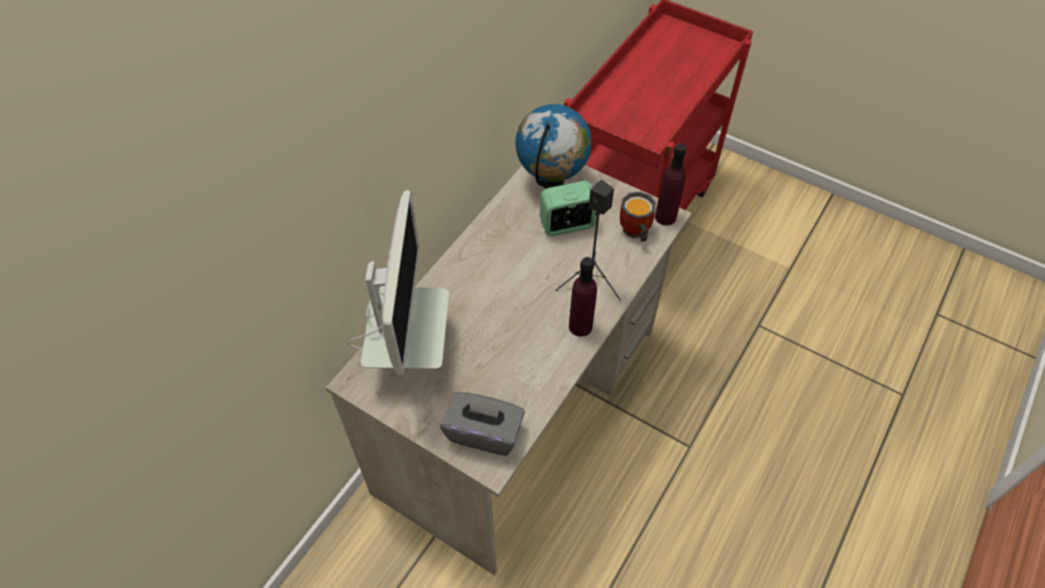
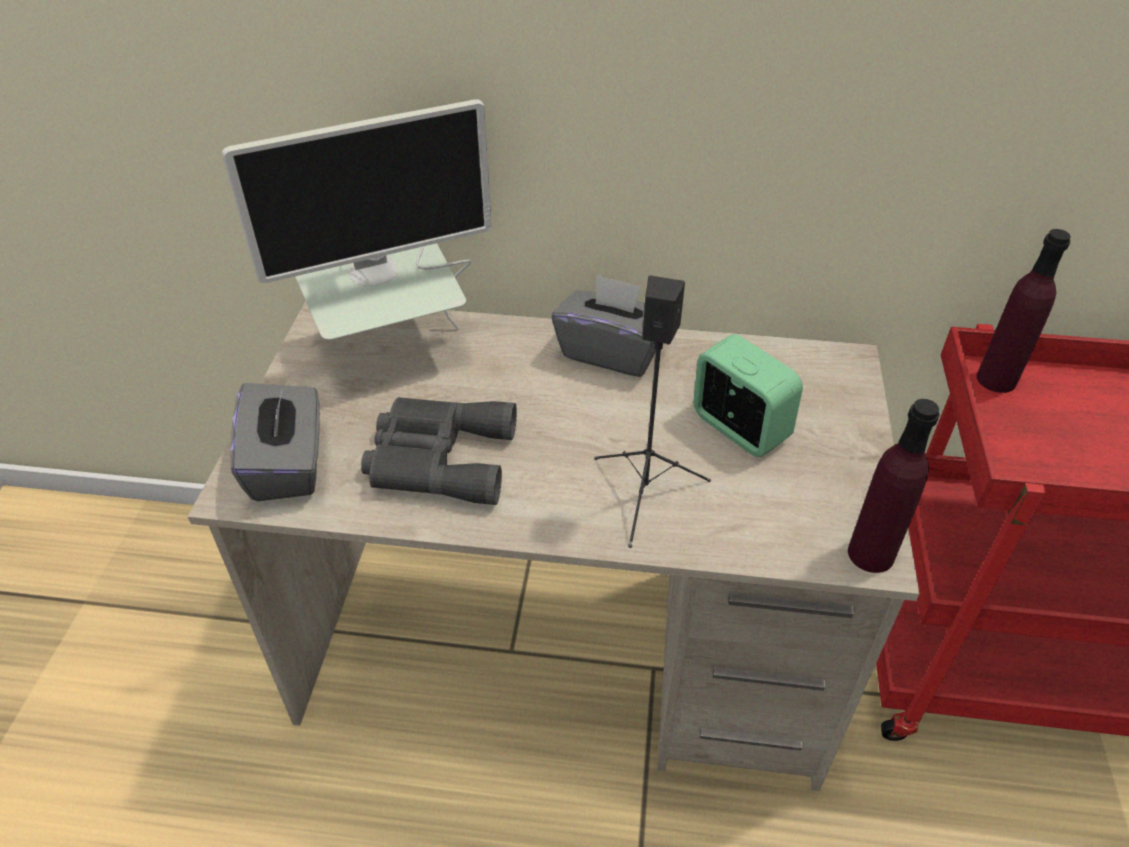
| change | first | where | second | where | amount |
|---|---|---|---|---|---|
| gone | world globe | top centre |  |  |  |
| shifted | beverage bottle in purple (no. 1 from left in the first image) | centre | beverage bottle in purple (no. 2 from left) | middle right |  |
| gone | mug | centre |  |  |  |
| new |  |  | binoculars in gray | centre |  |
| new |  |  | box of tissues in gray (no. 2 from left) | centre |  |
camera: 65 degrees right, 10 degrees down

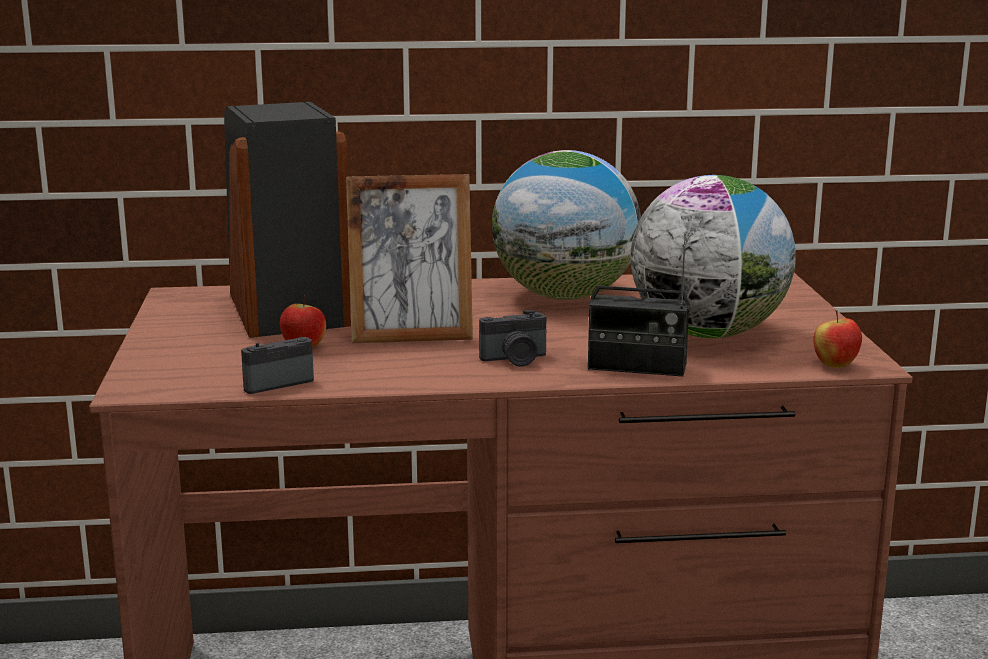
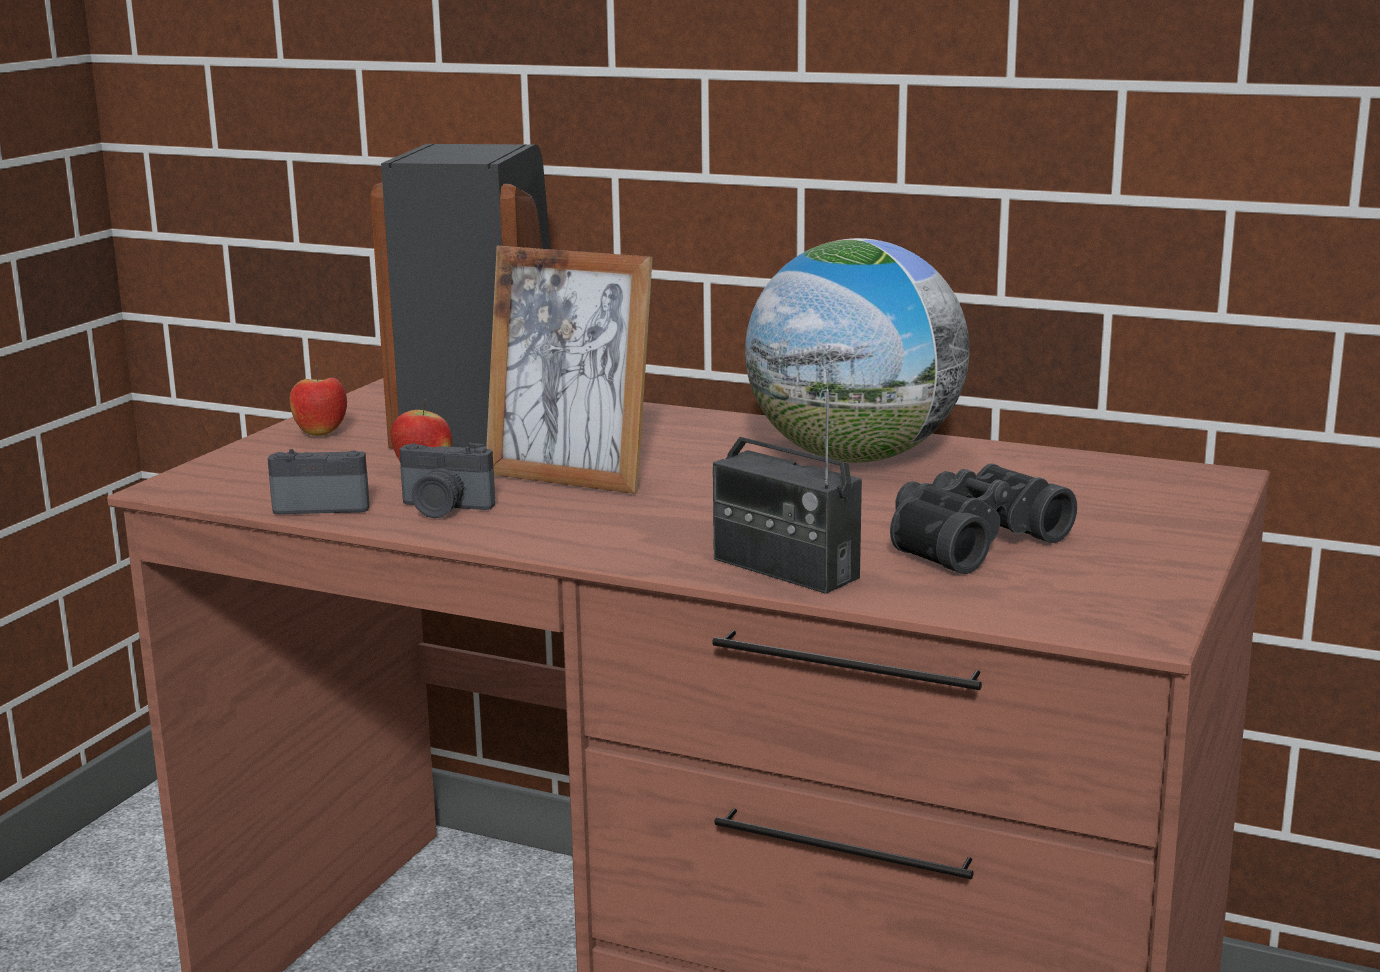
| change | first | where | second | where | amount |
|---|---|---|---|---|---|
| shifted | photo camera (no. 2 from left) | centre |  | middle left |  |
| swapped | world globe (no. 2 from left) | middle right | binoculars in black | middle right |  |
| shifted | apple fruit (no. 2 from left in the first image) | middle right | apple fruit (no. 1 from left) | middle left |  |
camera: 30 degrees right, 0 degrees up

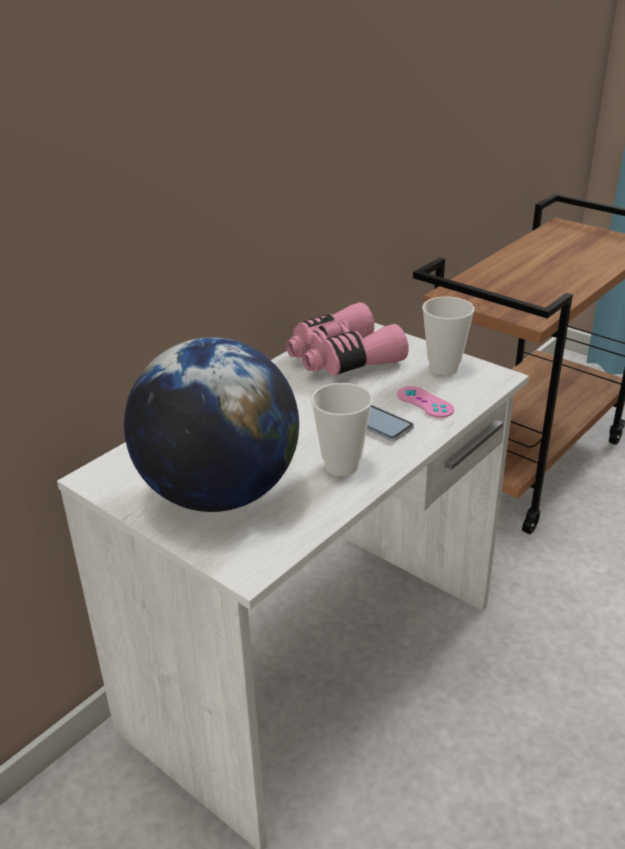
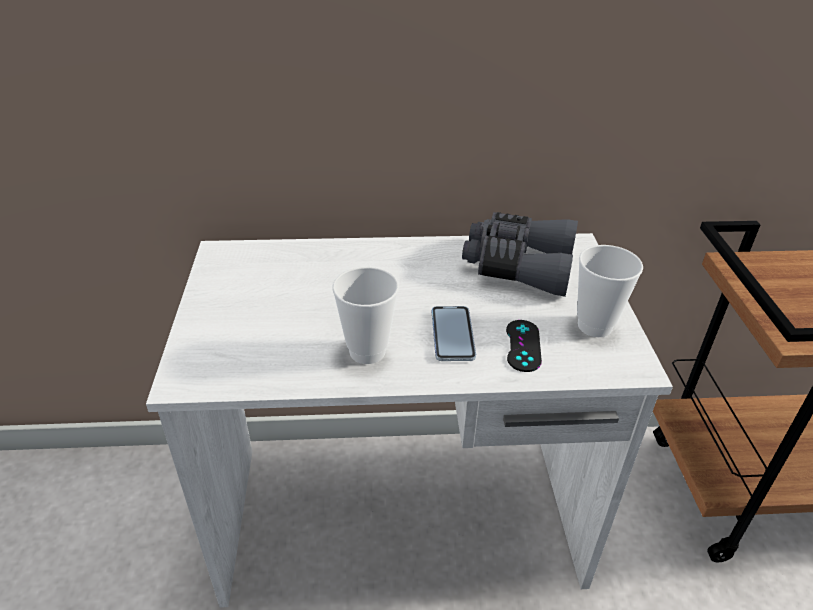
| change | first | where | second | where | amount |
|---|---|---|---|---|---|
| gone | world globe | centre |  |  |  |
| repainted | binoculars in pink | centre | binoculars in gray | centre |  |
| repainted | game controller in pink | middle right | game controller in black | centre |  |
camera: 45 degrees right, 5 degrees up

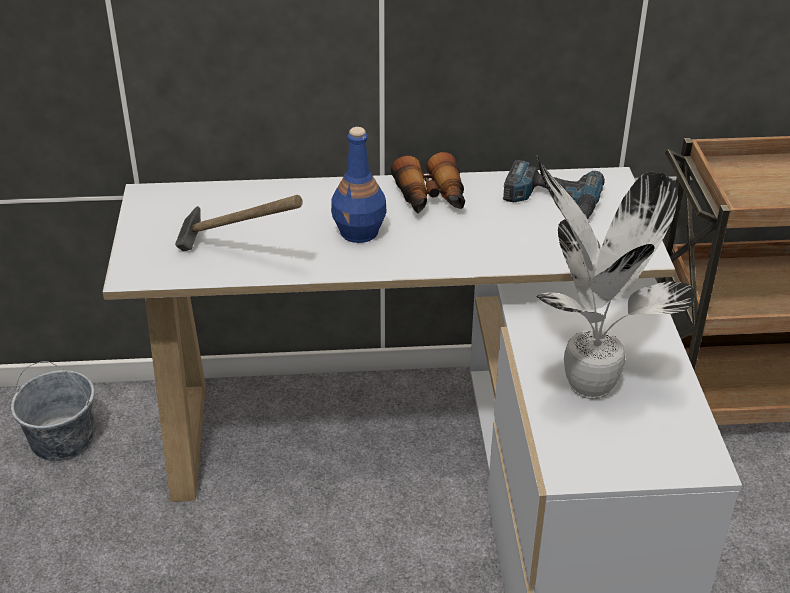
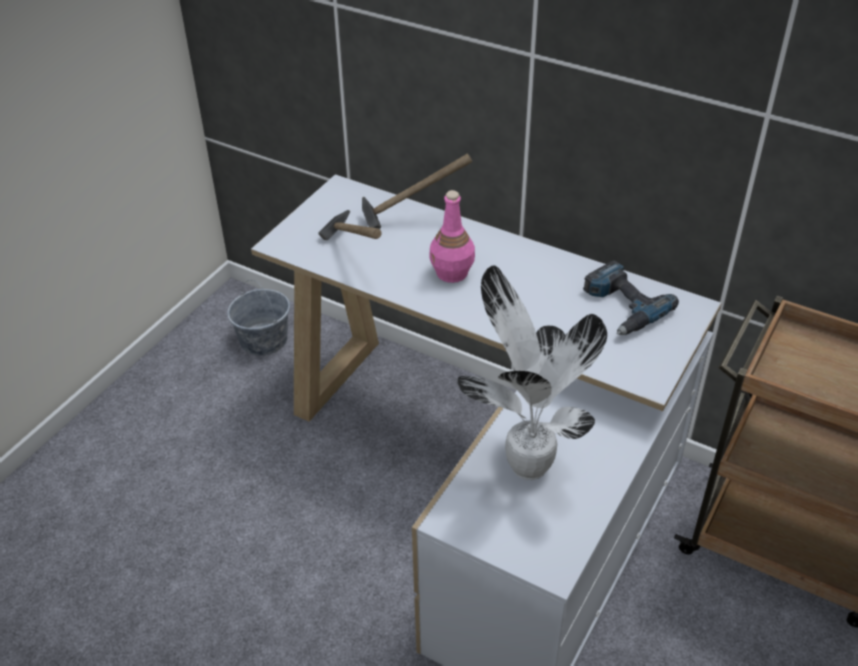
| change | first | where | second | where | amount |
|---|---|---|---|---|---|
| repainted | beverage bottle in bluish | top centre | beverage bottle in pink | centre |  |
| gone | binoculars | top centre |  |  |  |
| new |  |  | hammer (no. 2 from left) | top centre |  |
camera: 35 degrees right, 5 degrees up

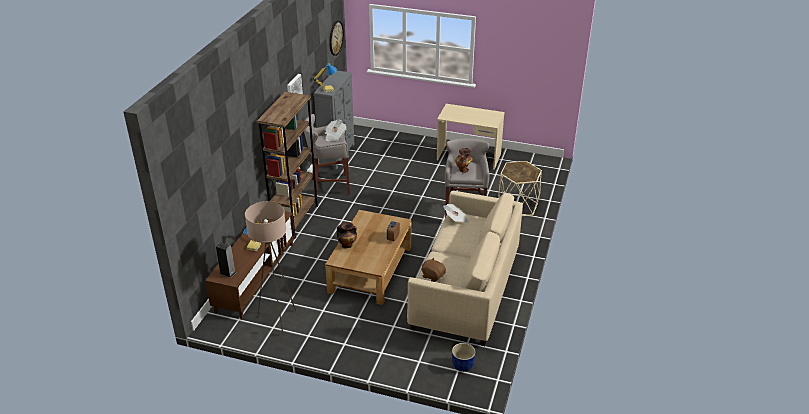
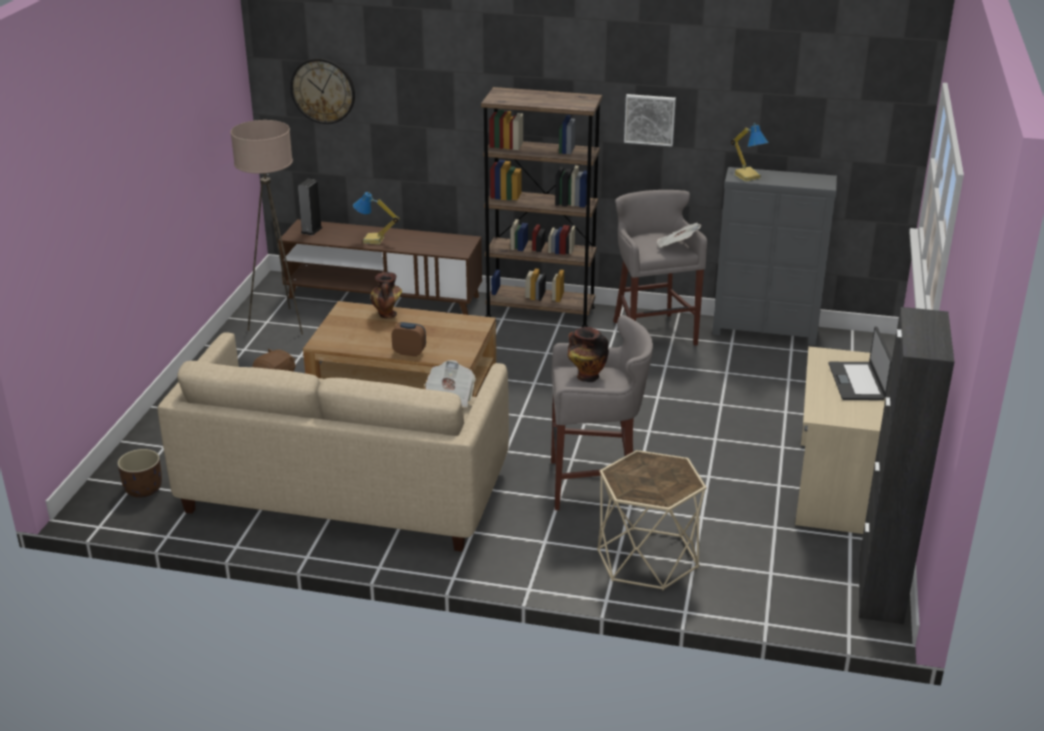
| change | first | where | second | where | amount |
|---|---|---|---|---|---|
| shifted | hanging clock | top centre |  | top left |  |
| repainted | planter in bluish | bottom centre | planter in brownish | middle left |  |
| new |  |  | laptop | middle right |  |
| new |  |  | cabinet in black | middle right |  |
camera: 85 degrees right, 5 degrees down

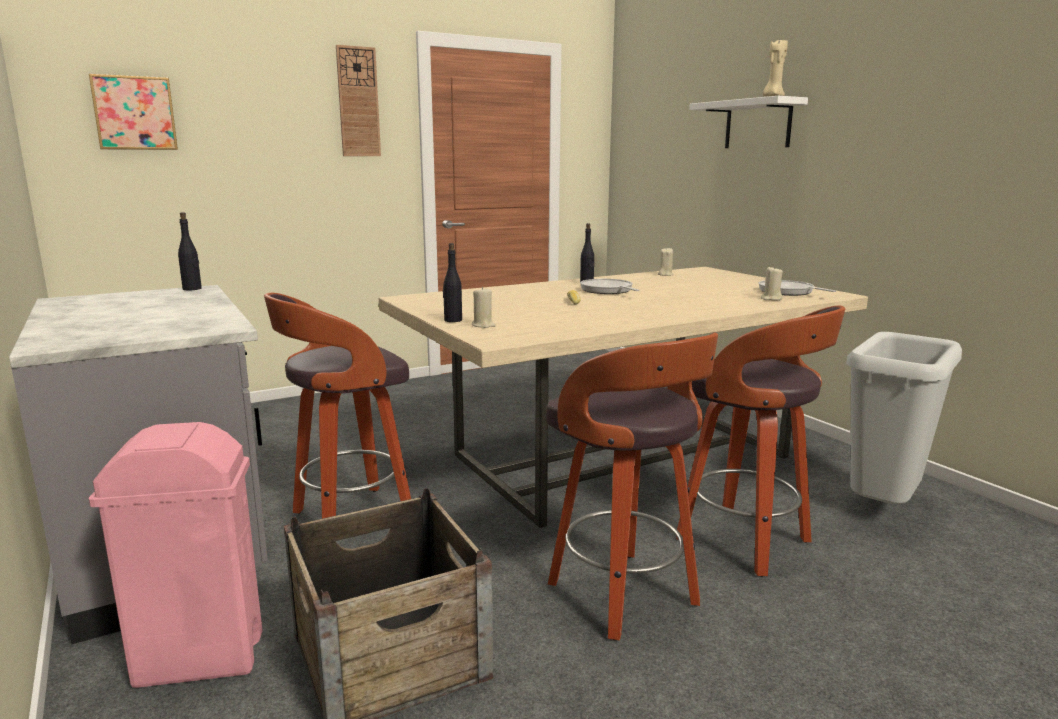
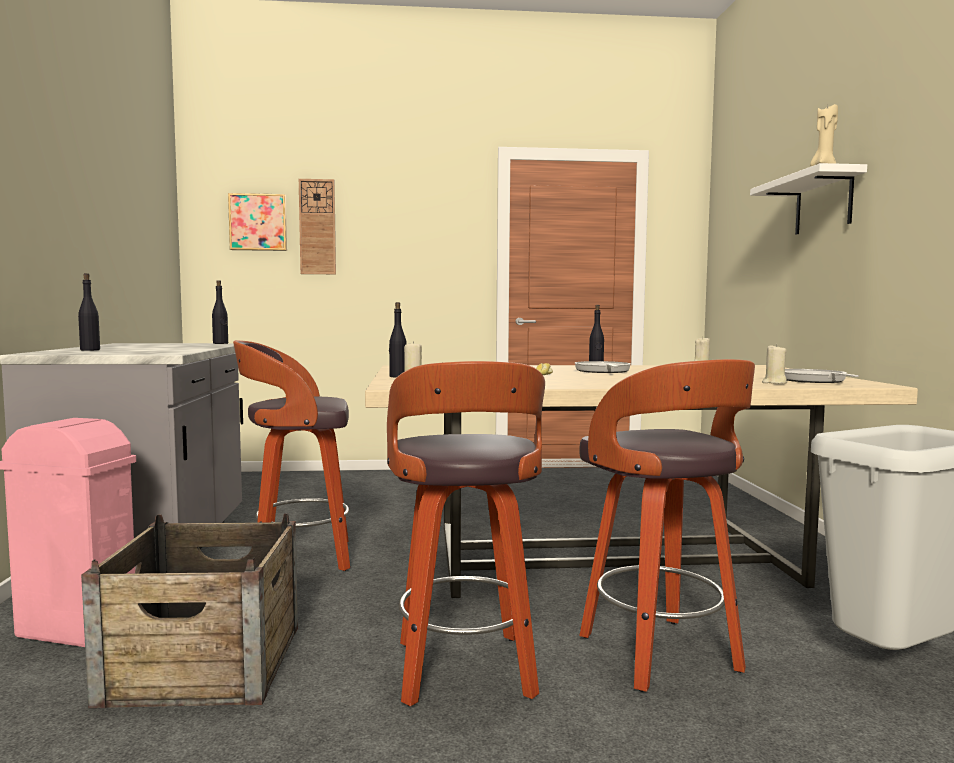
| change | first | where | second | where | amount |
|---|---|---|---|---|---|
| shifted | hanging clock | top centre |  | top left |  |
| new |  |  | beverage bottle in black (no. 1 from left) | middle left |  |
camera: 25 degrees right, 10 degrees down

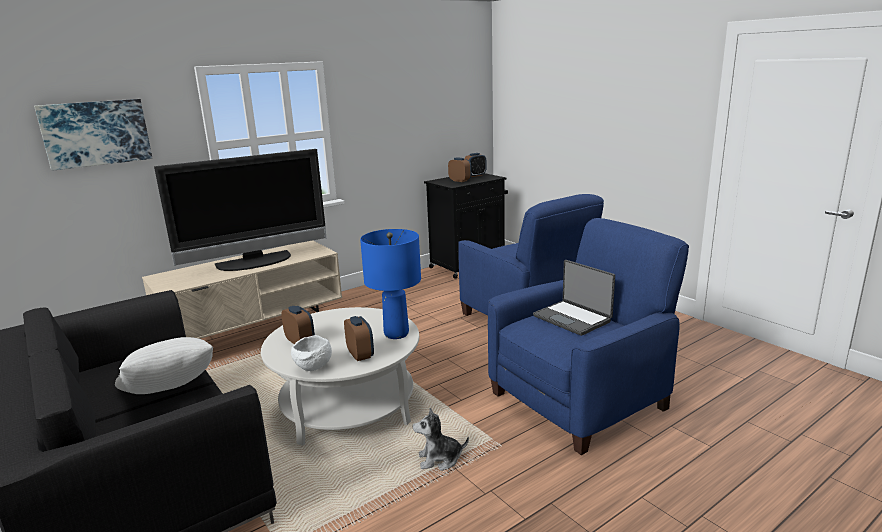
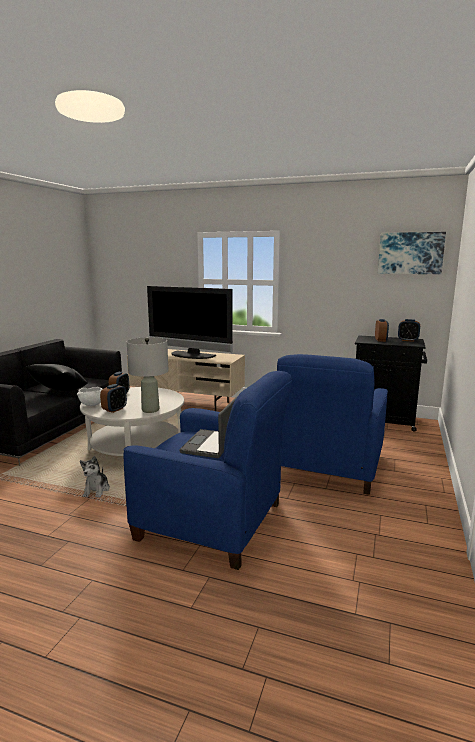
| change | first | where | second | where | amount |
|---|---|---|---|---|---|
| shifted | picture | top left |  | middle right |  |
| repainted | cushion in white | bottom left | cushion in black | middle left |  |
| repainted | lamp for a table in bluish | centre | lamp for a table in gray | middle left |  |
| rotated | cuddly toy | bottom centre |  | middle left | 135 degrees counterclockwise |
camera: 55 degrees right, 5 degrees down

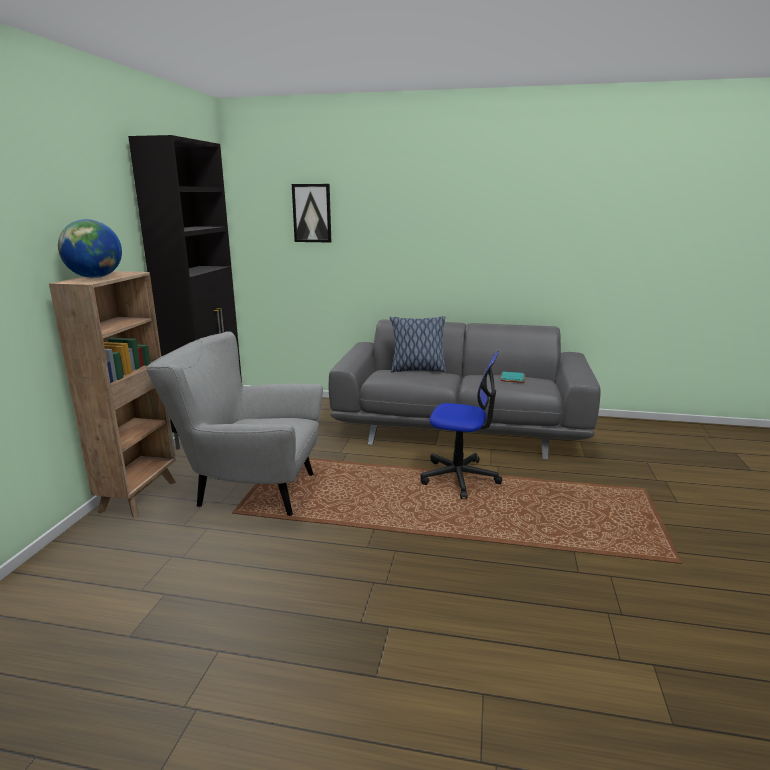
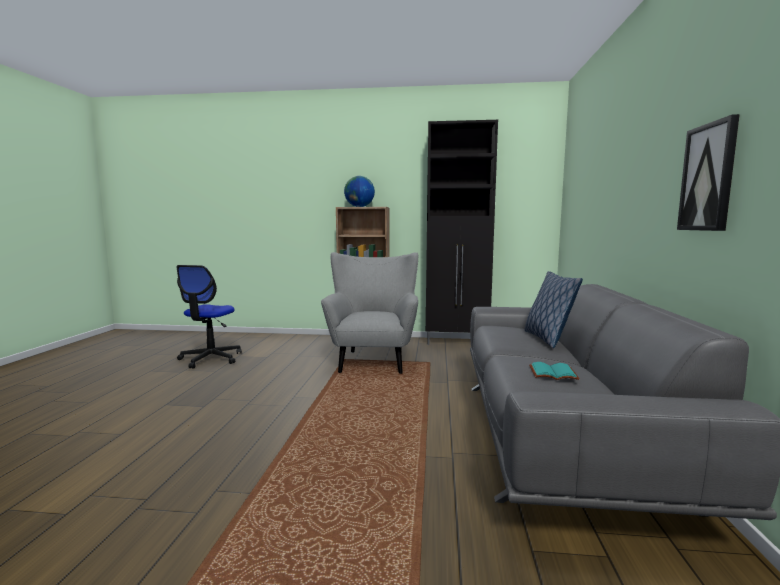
| change | first | where | second | where | amount |
|---|---|---|---|---|---|
| shifted | picture | top centre |  | top right |  |
| shifted | desk chair | centre |  | middle left |  |
camera: 85 degrees right, 10 degrees down

